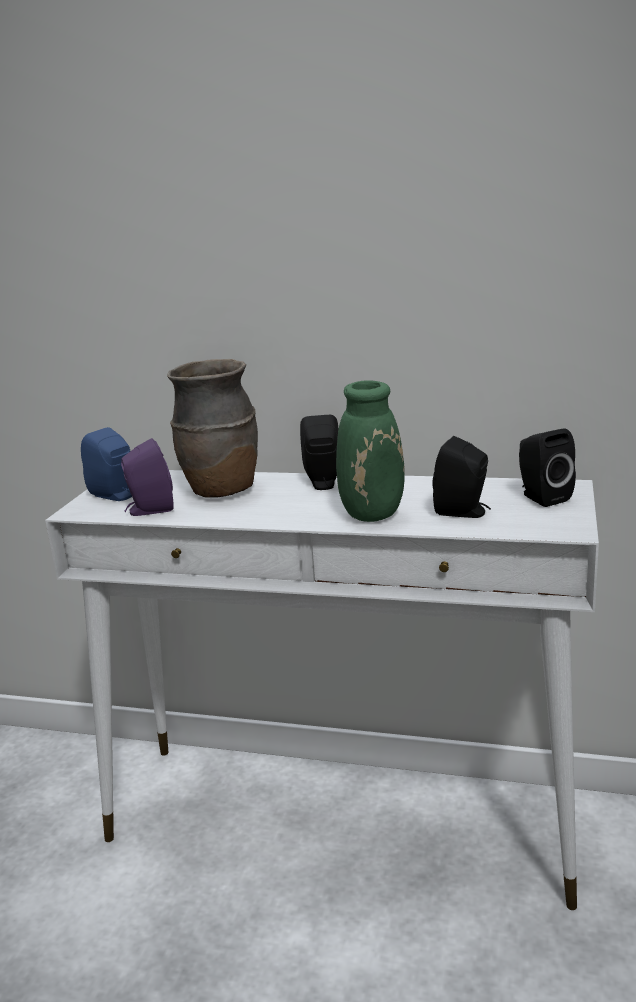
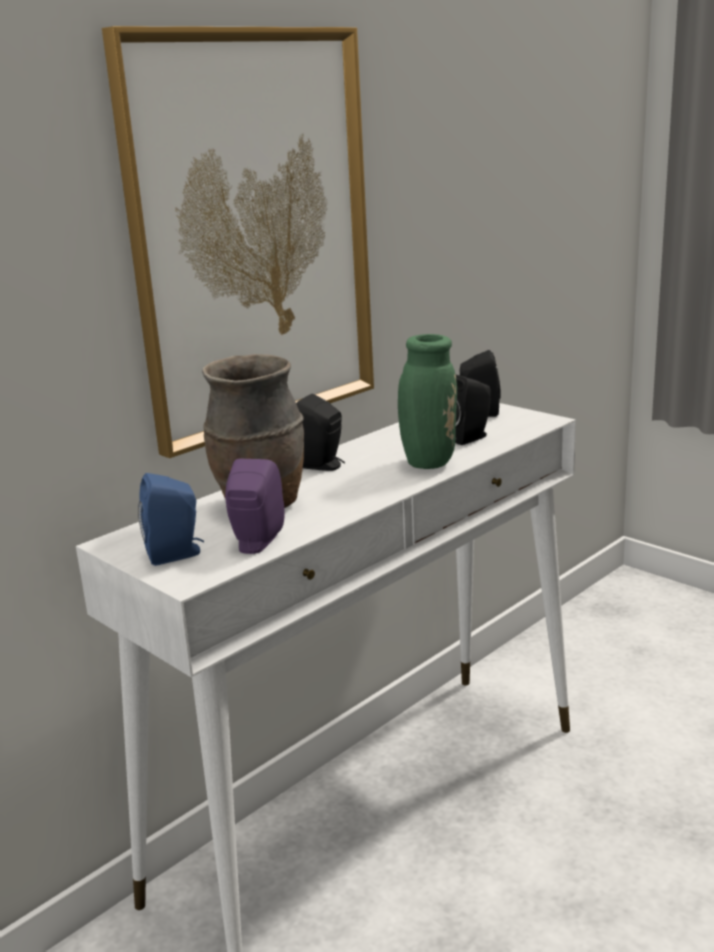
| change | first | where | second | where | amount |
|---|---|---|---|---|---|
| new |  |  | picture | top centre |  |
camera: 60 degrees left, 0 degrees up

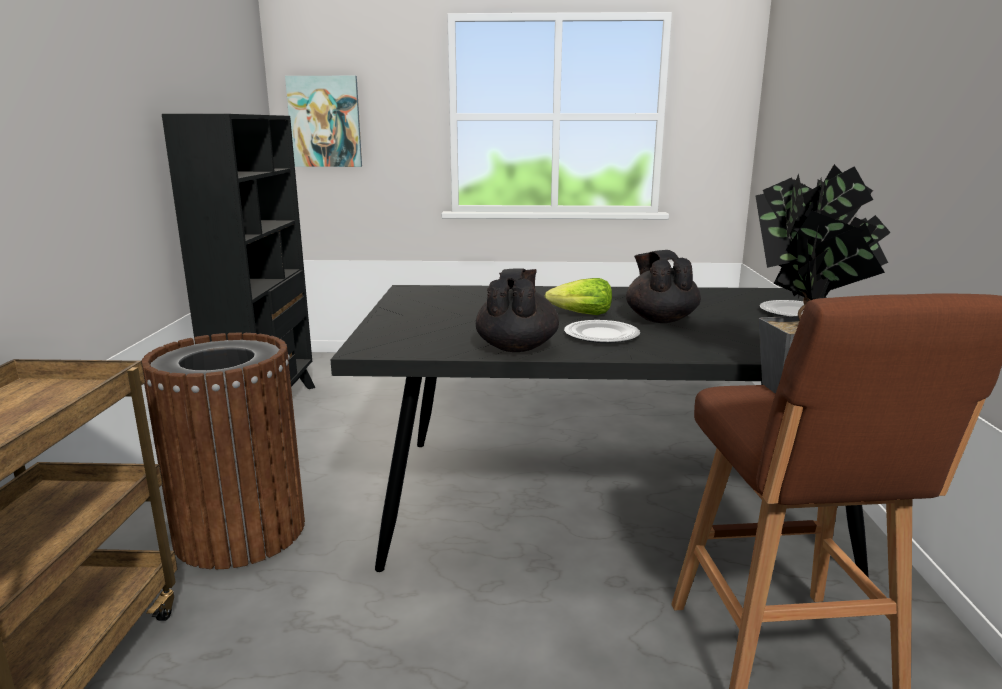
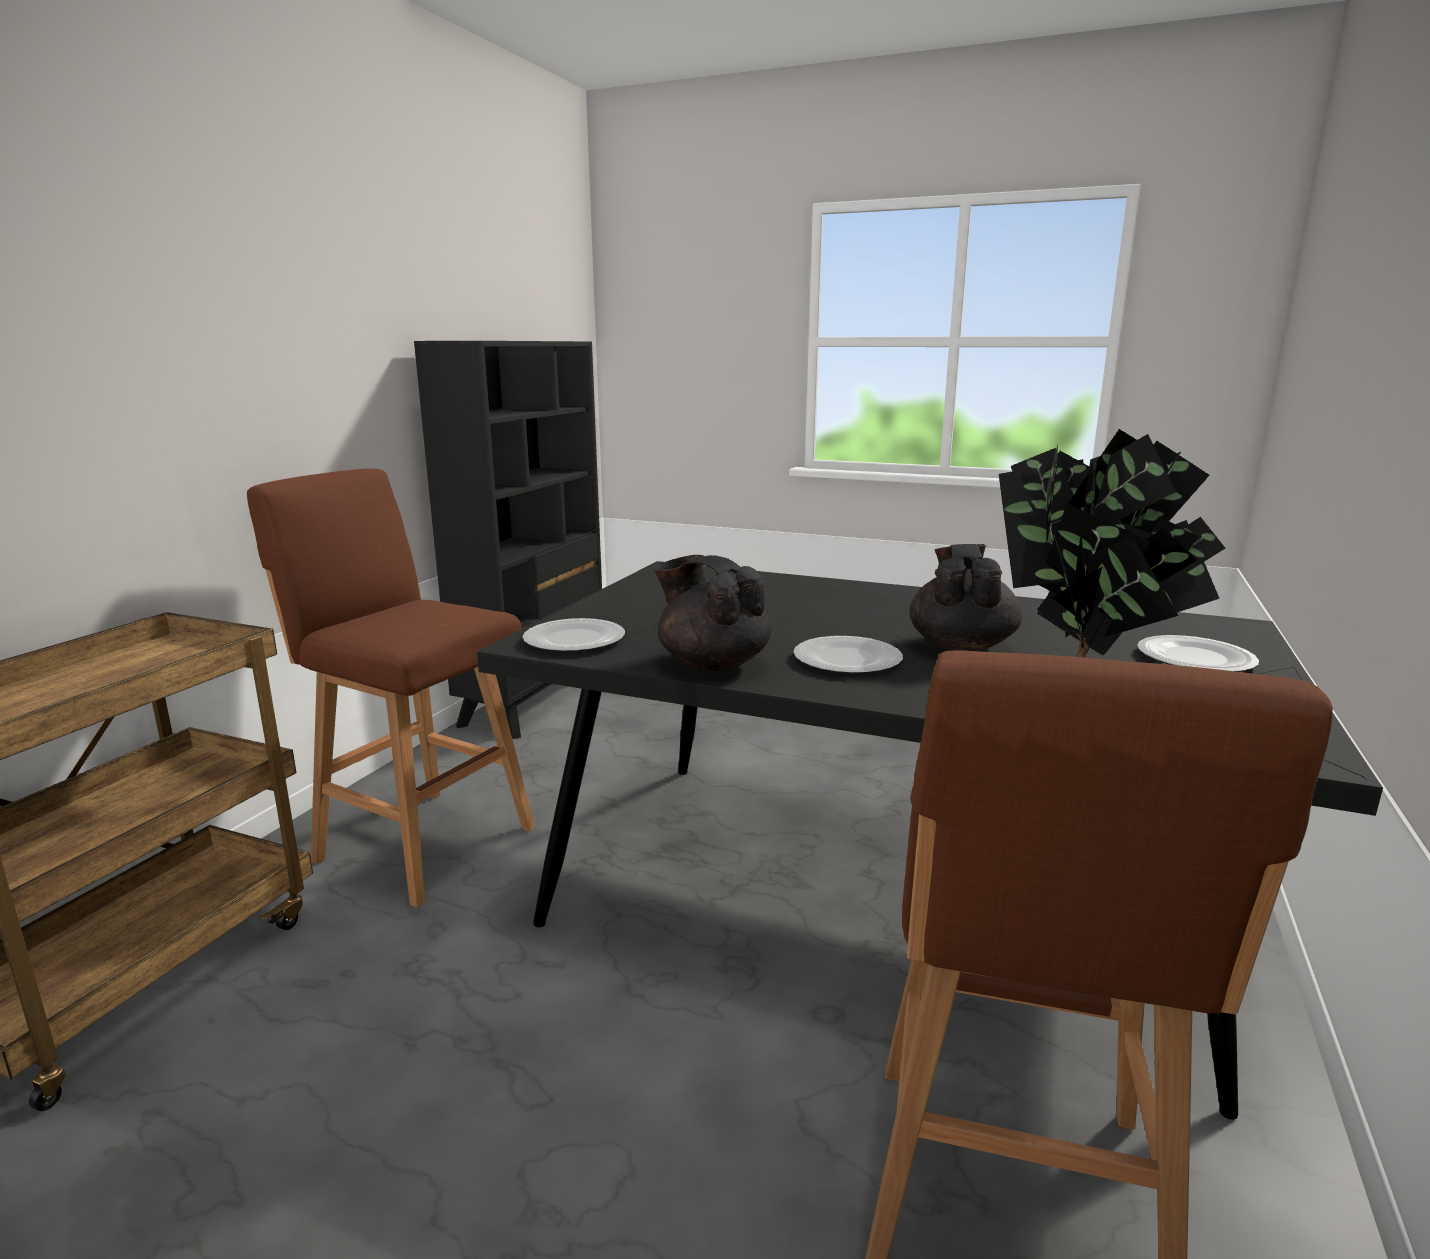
| change | first | where | second | where | amount |
|---|---|---|---|---|---|
| swapped | rubbish bin in brownish | middle left | stool in brownish (no. 1 from left) | middle left |  |
| gone | picture | top left |  |  |  |
| rotated | teapot in black (no. 1 from left) | centre |  | centre | 75 degrees counterclockwise |
| gone | lettuce | centre |  |  |  |
| new |  |  | flat dish (no. 1 from left) | centre |  |
camera: 20 degrees right, 0 degrees up

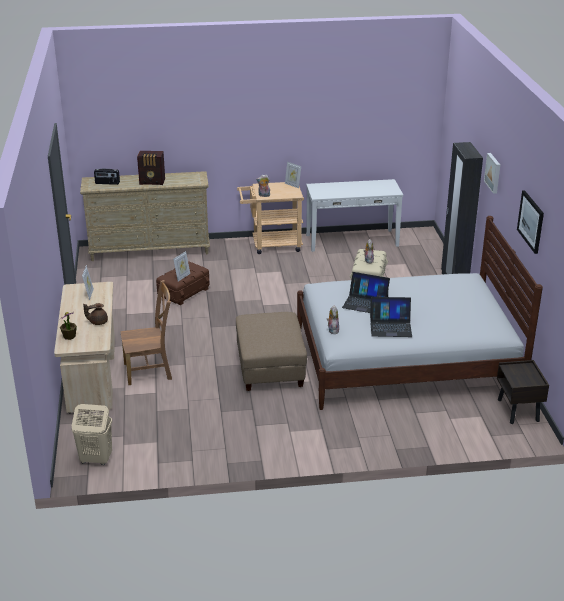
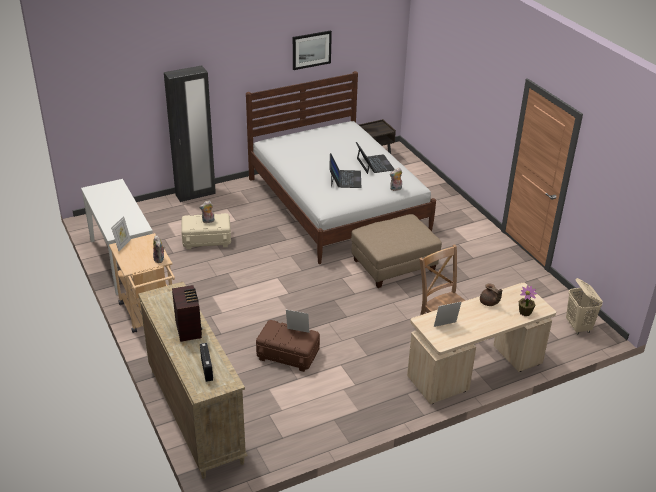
| change | first | where | second | where | amount |
|---|---|---|---|---|---|
| gone | picture (no. 1 from left) | top right |  |  |  |
camera: 110 degrees left, 5 degrees up

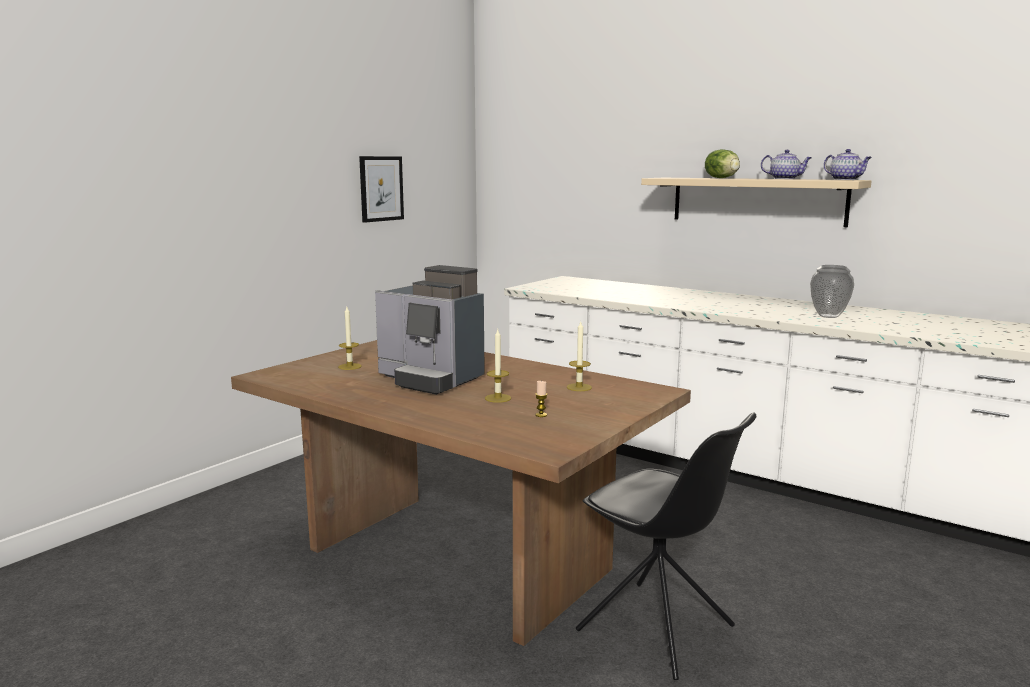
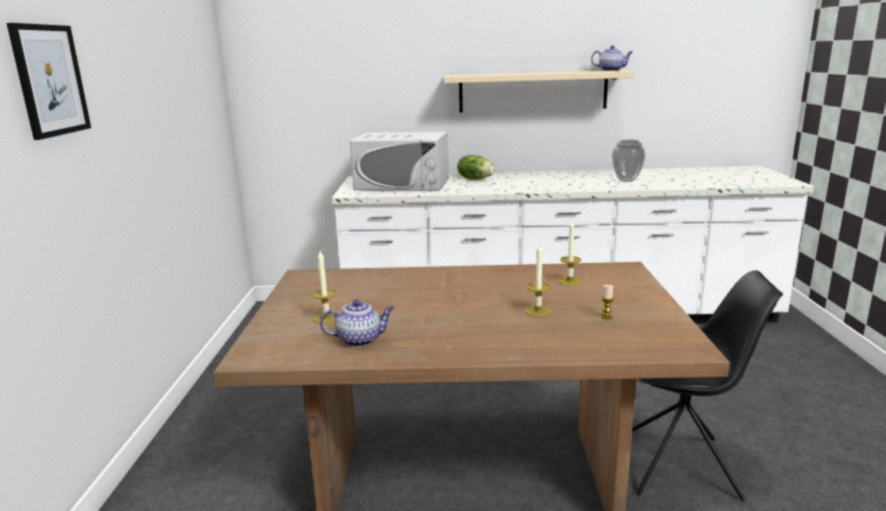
| change | first | where | second | where | amount |
|---|---|---|---|---|---|
| shifted | picture | top centre |  | top left |  |
| gone | coffee machine | centre |  |  |  |
| shifted | lettuce | top right |  | top centre |  |
| shifted | teapot (no. 1 from left) | top right |  | centre |  |
| new |  |  | kitchen microwave in white | top centre |  |
camera: 35 degrees left, 5 degrees up

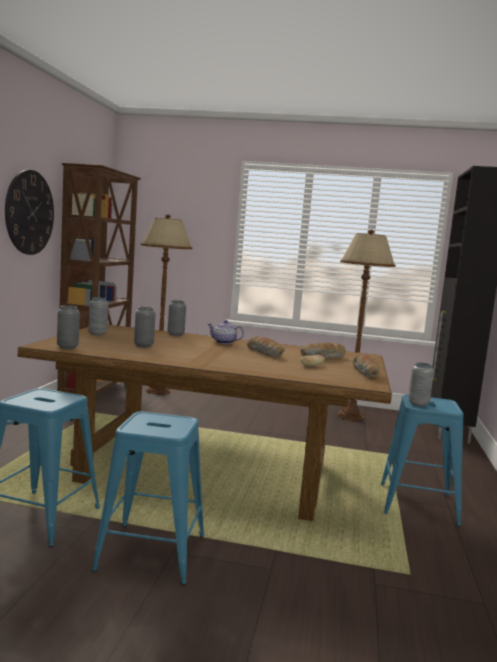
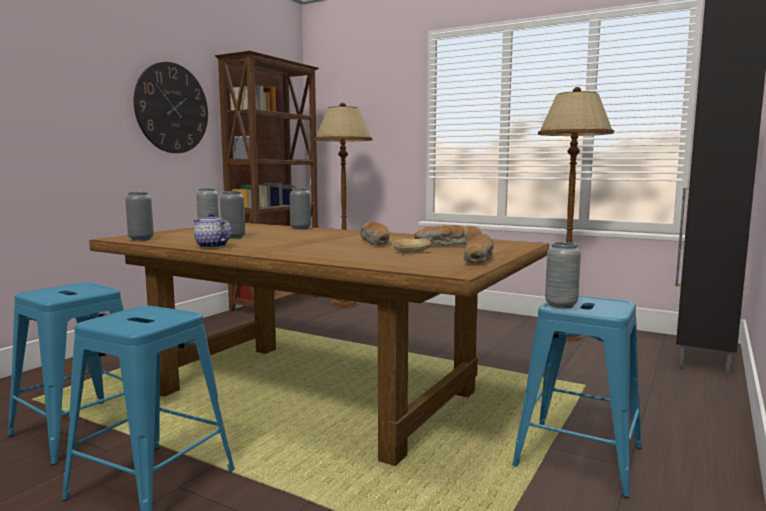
| change | first | where | second | where | amount |
|---|---|---|---|---|---|
| shifted | teapot | centre |  | middle left |  |
camera: 20 degrees right, 0 degrees up

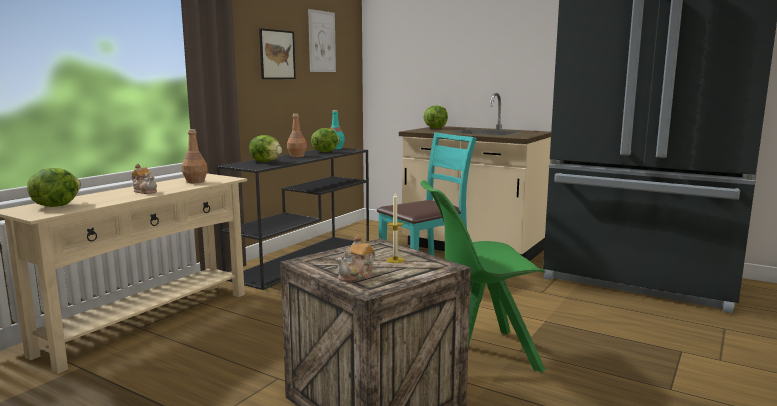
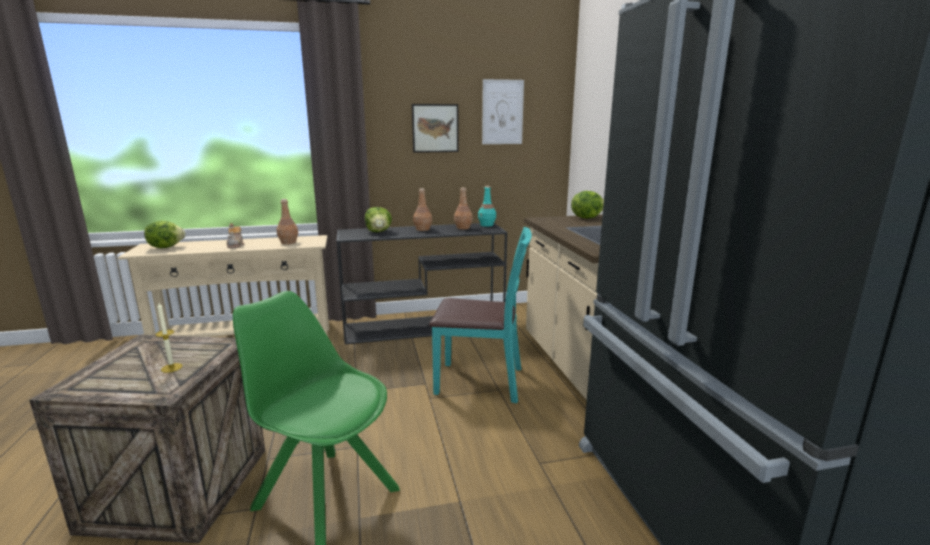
| change | first | where | second | where | amount |
|---|---|---|---|---|---|
| swapped | lettuce (no. 3 from left) | centre | beverage bottle in brownish (no. 3 from left) | centre |  |
| gone | teapot (no. 2 from left) | centre |  |  |  |
camera: 45 degrees right, 5 degrees up

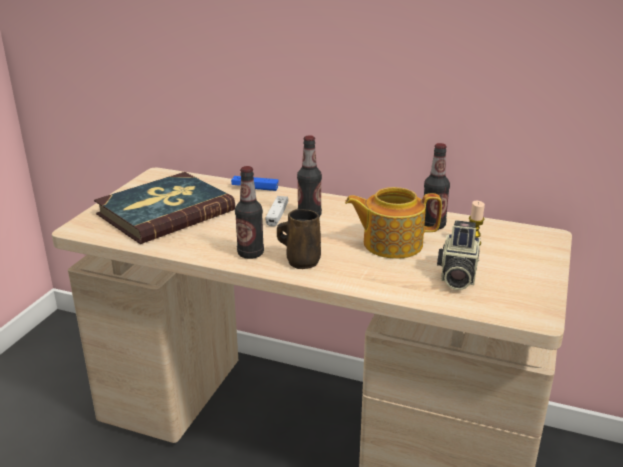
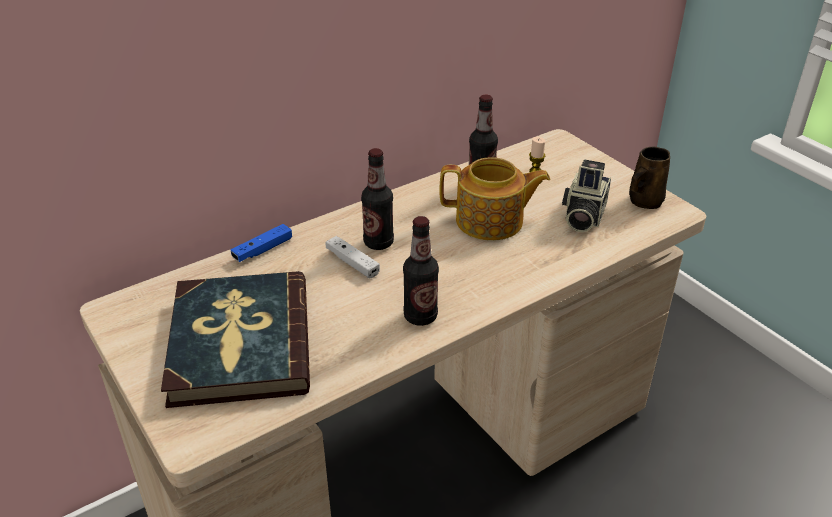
| change | first | where | second | where | amount |
|---|---|---|---|---|---|
| shifted | mug in brownish | centre |  | middle right |  |
| rotated | teapot | centre |  | centre | 120 degrees counterclockwise |
| rotated | photo camera | middle right |  | middle right | 60 degrees clockwise |
camera: 55 degrees left, 10 degrees up

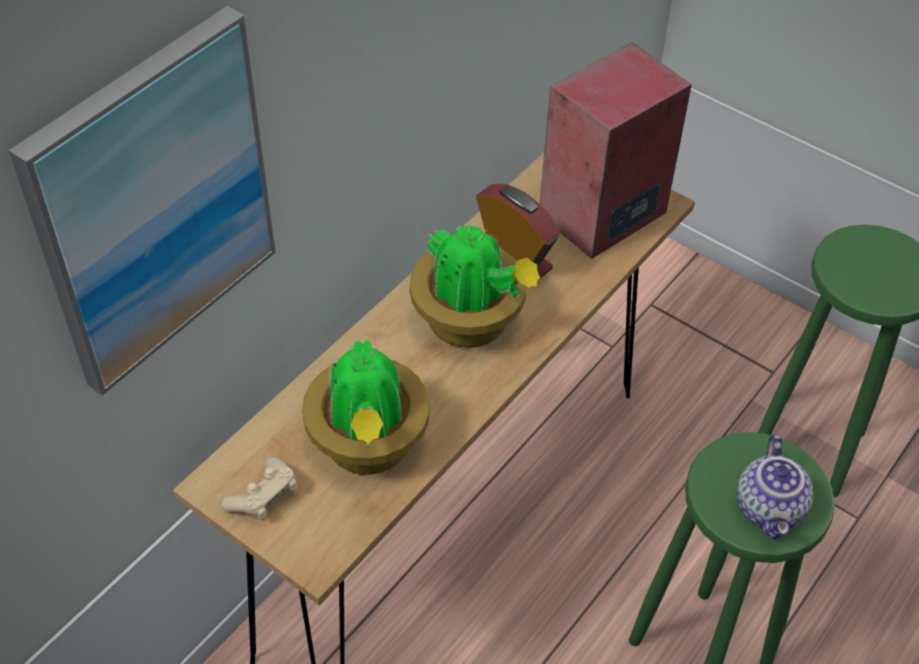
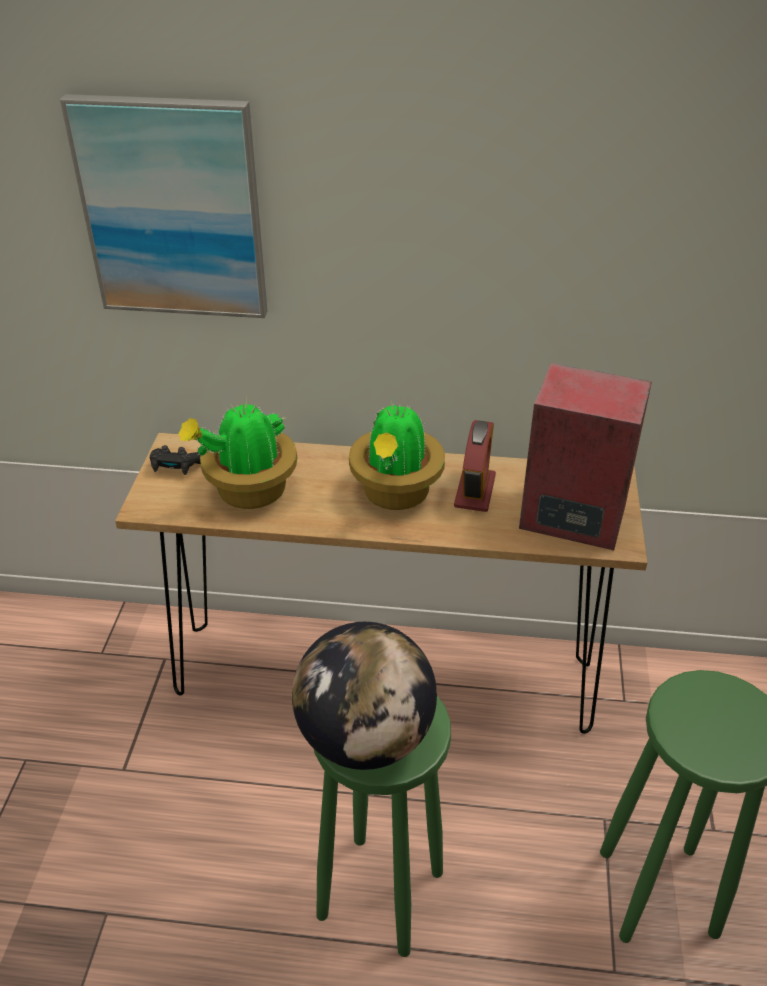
| change | first | where | second | where | amount |
|---|---|---|---|---|---|
| repainted | game controller in beige | bottom left | game controller in black | middle left |  |
| swapped | teapot | bottom right | world globe | bottom centre |  |
camera: 60 degrees right, 10 degrees down

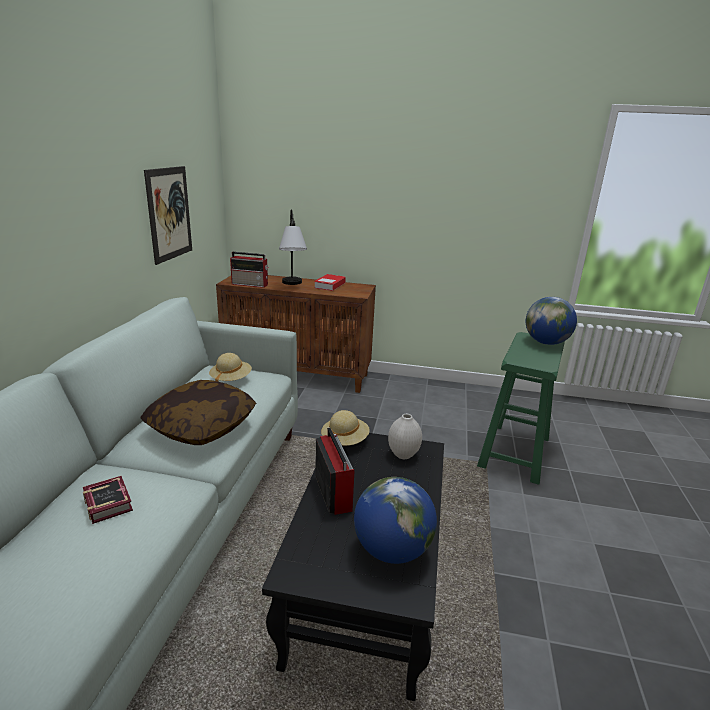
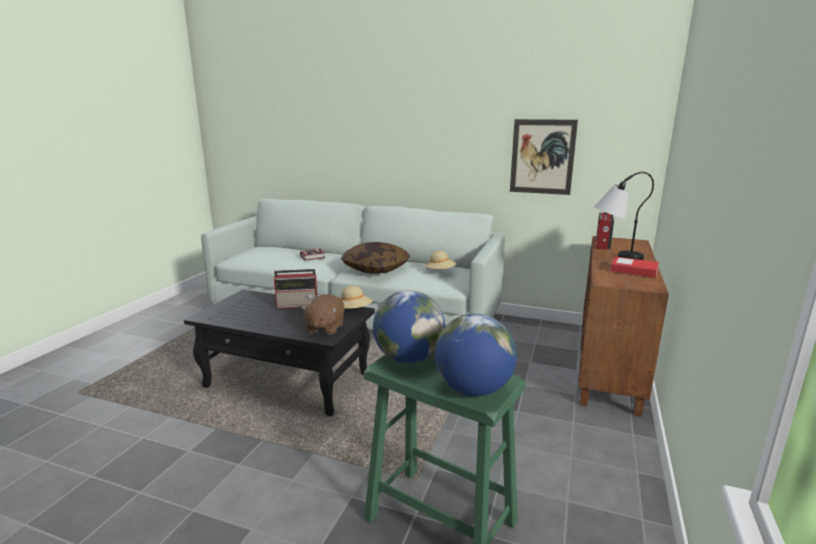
| change | first | where | second | where | amount |
|---|---|---|---|---|---|
| shifted | world globe (no. 1 from left) | bottom centre |  | centre |  |
| swapped | vase in white | centre | cuddly toy in brownish | centre |  |
camera: 100 degrees right, 5 degrees down

